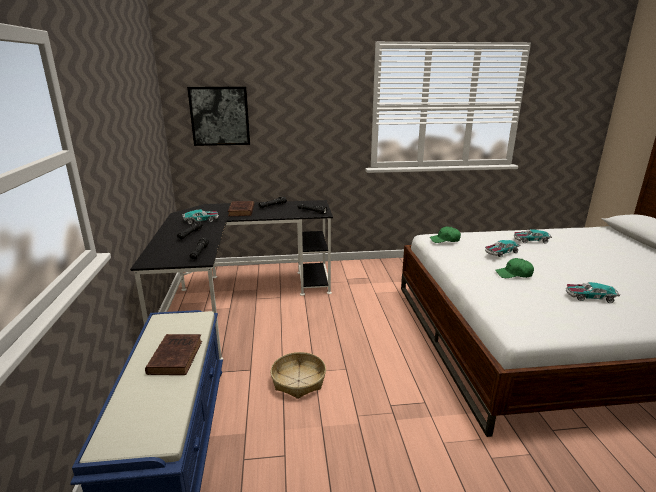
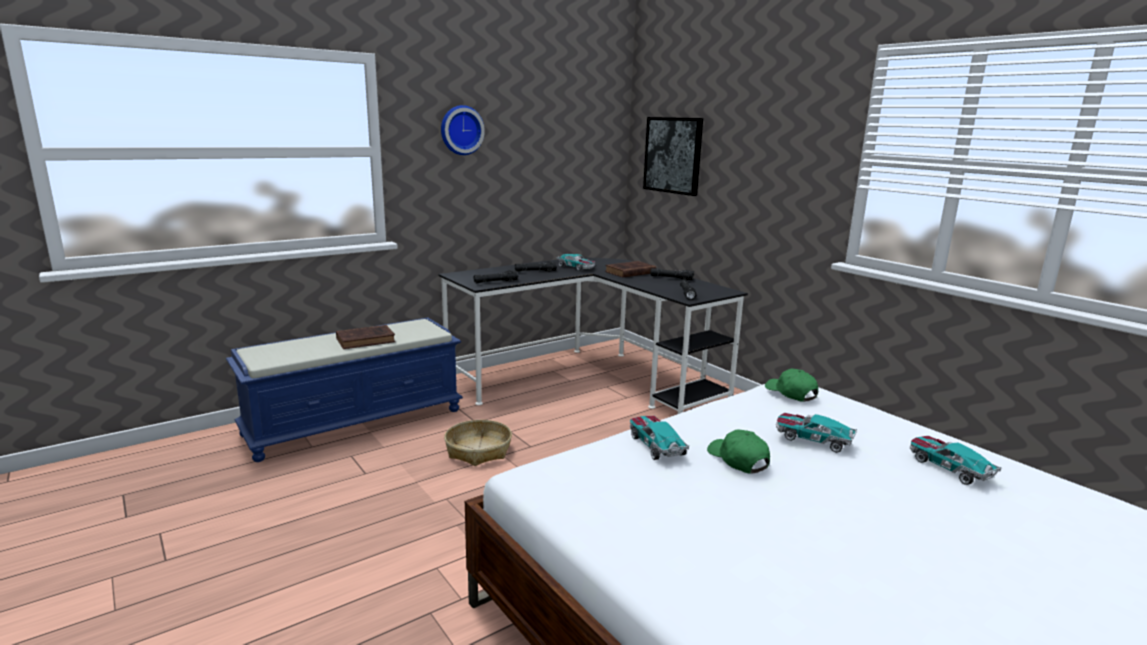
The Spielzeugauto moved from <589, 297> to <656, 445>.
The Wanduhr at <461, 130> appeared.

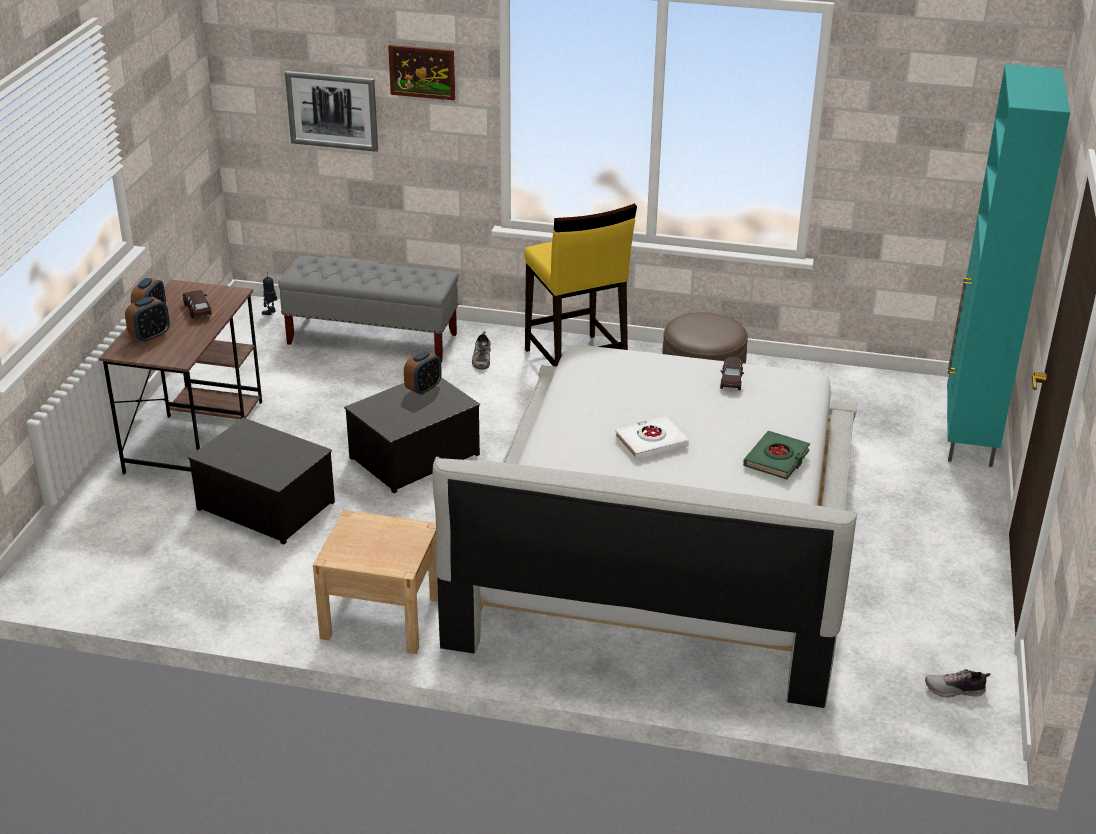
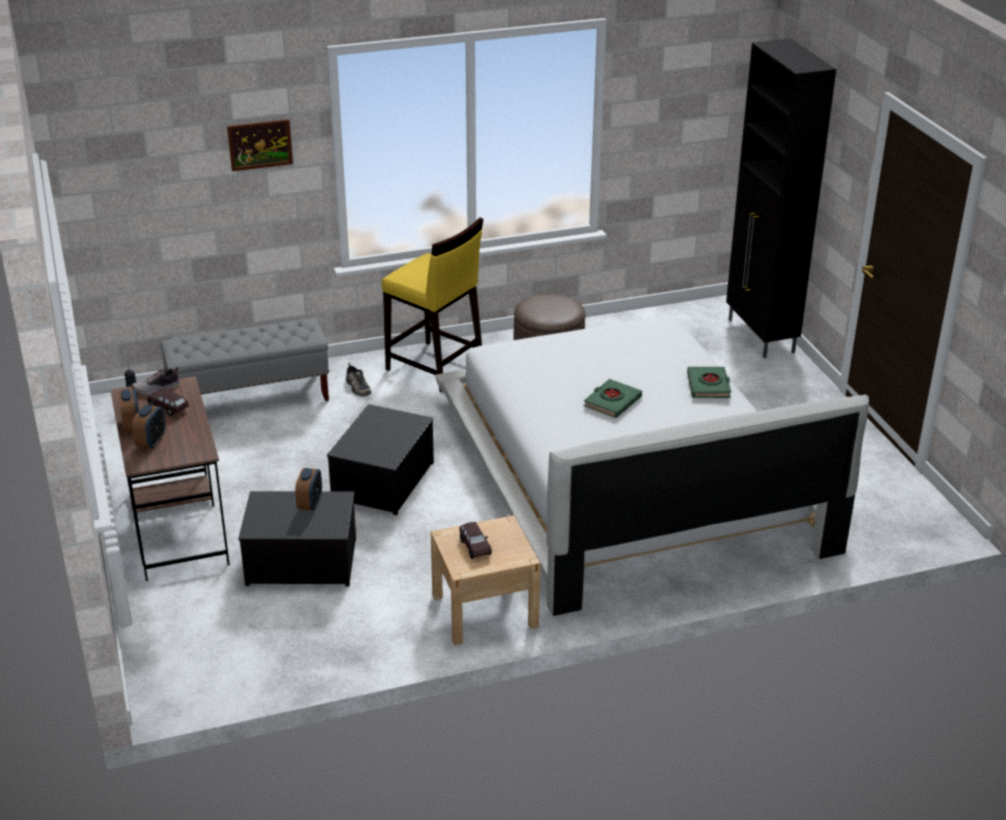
The Bild at <332, 110> disappeared.
The Wecker moved from <423, 388> to <310, 504>.
The Buch/weiß at <651, 442> became the Buch/grün at <612, 402>.
The Spielzeugauto/braun moved from <731, 381> to <475, 547>.
The Schuh moved from <955, 690> to <157, 389>.
The Schrank/türkis at <968, 437> became the Schrank/schwarz at <760, 336>.

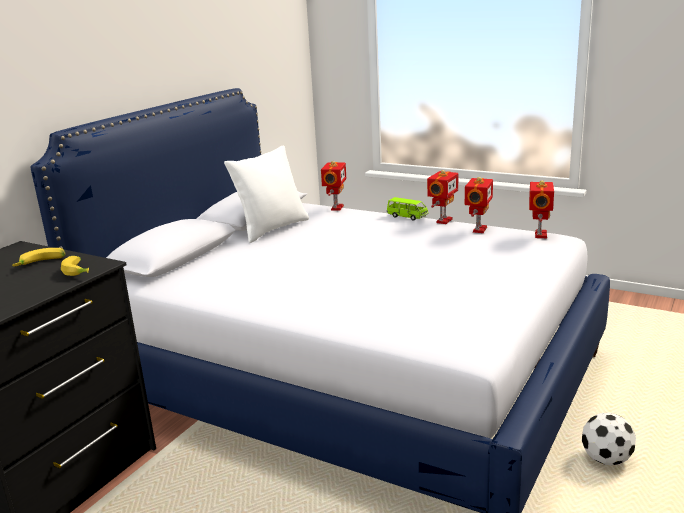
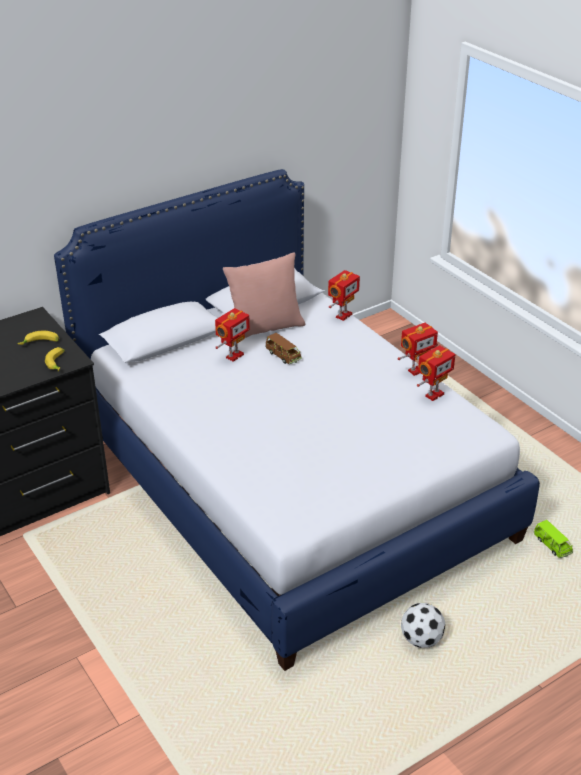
The Kissen/weiß at <272, 229> became the Kissen/rosa at <265, 328>.
The Spielzeugauto/grün moved from <407, 216> to <552, 545>.
The Spielzeugroboter moved from <539, 235> to <233, 355>.
The Spielzeugauto/braun at <283, 356> appeared.

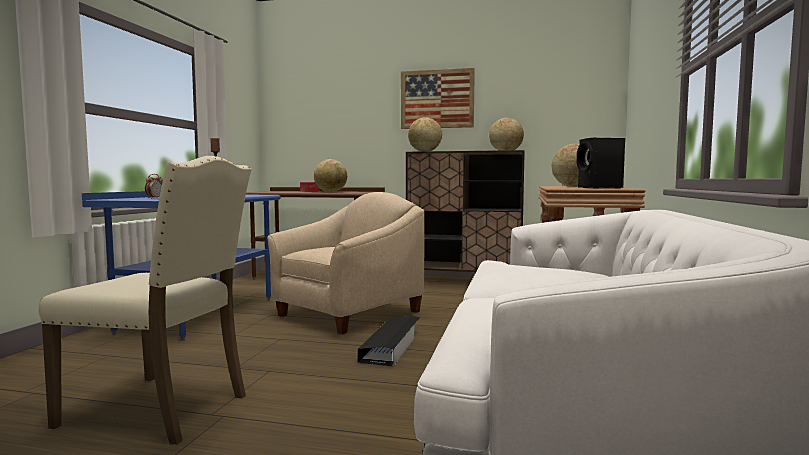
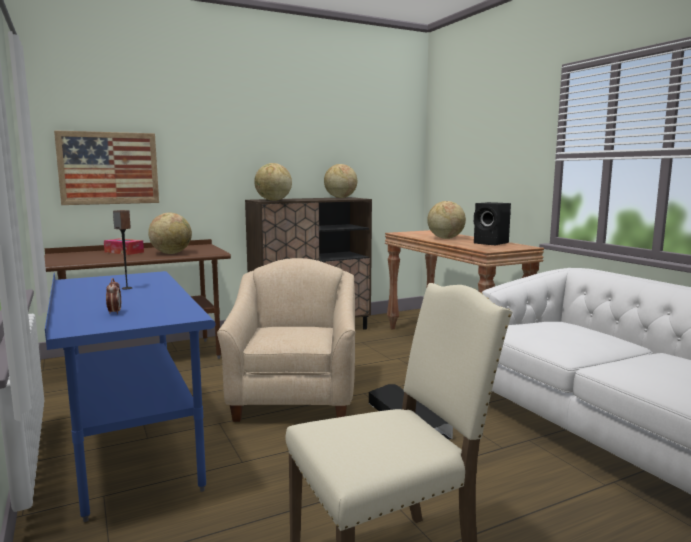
The Bild moved from <437, 99> to <109, 168>.

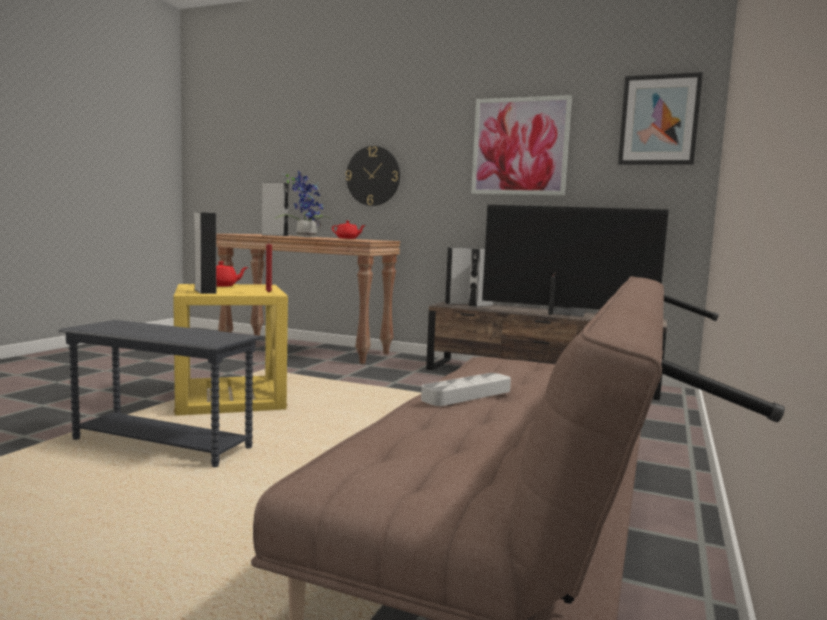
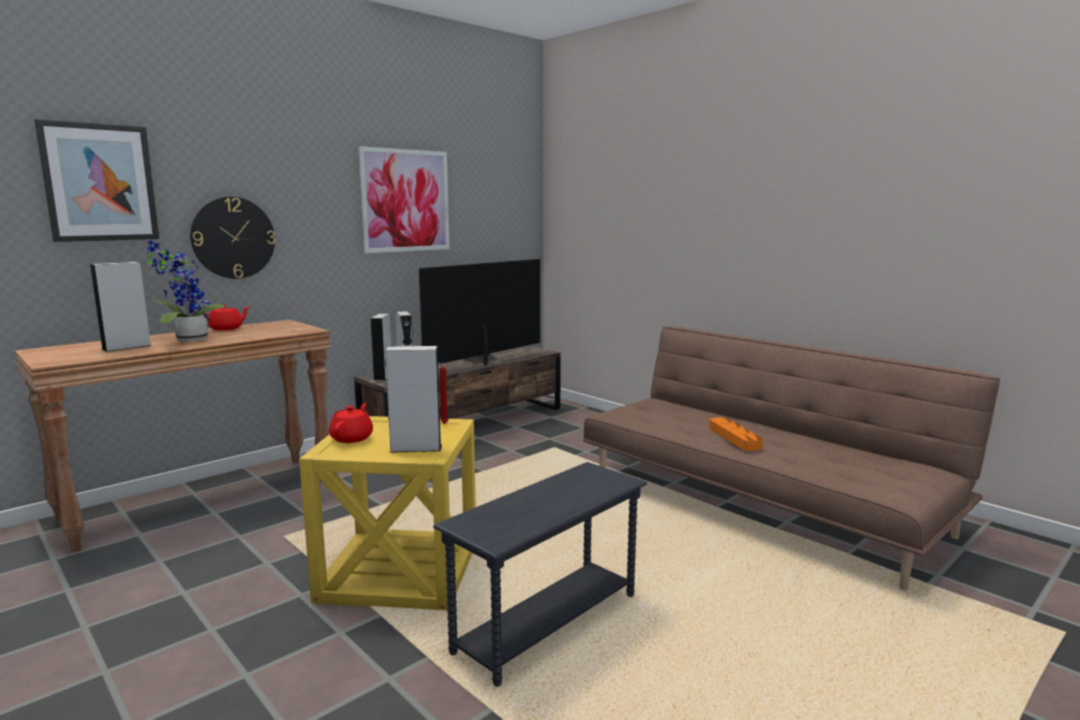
The Tablett/grau at <467, 395> became the Tablett/orange at <734, 438>.
The Bild moved from <659, 120> to <99, 183>.

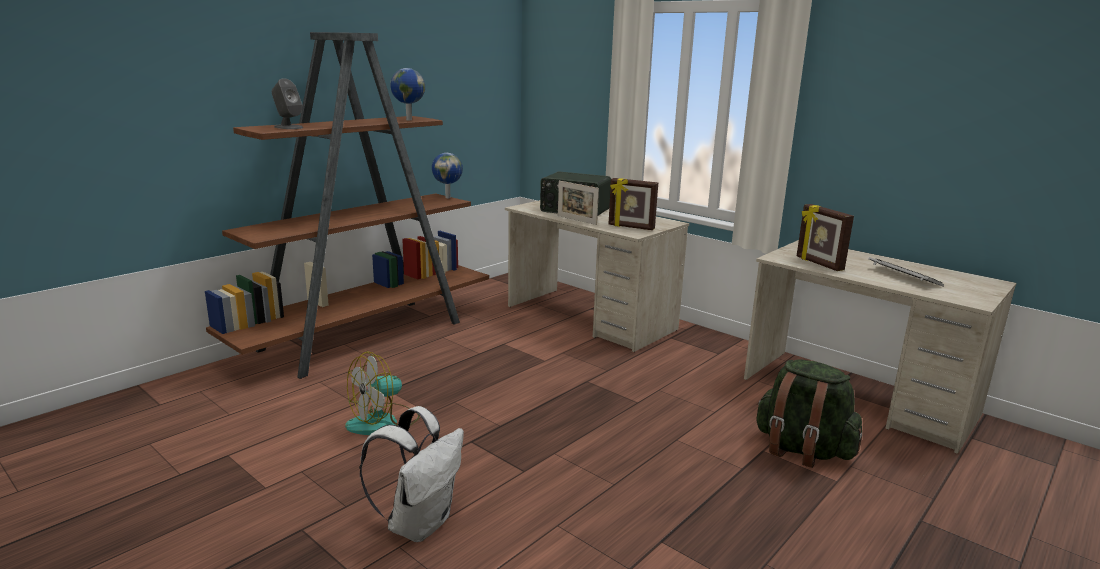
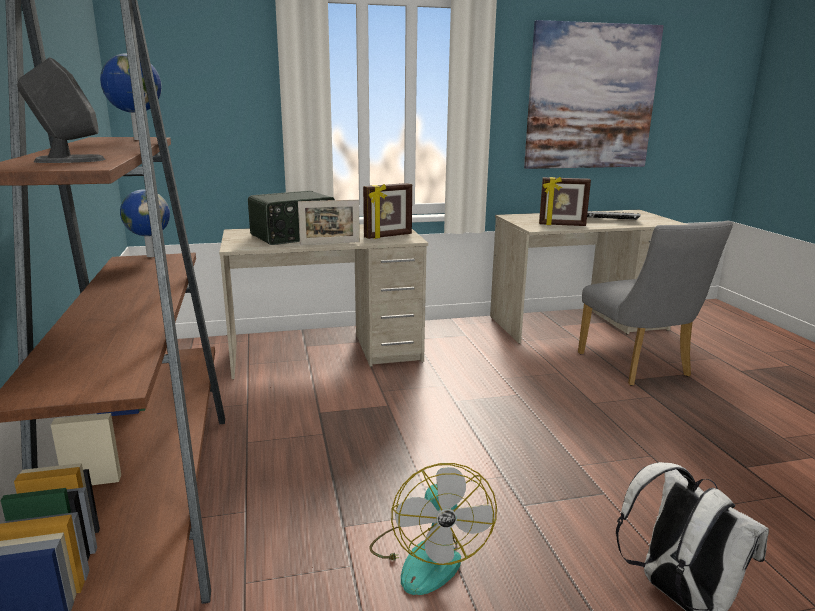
The Rucksack/grün at <802, 450> was replaced by the Stuhl/grau at <638, 368>.
The Bild at <591, 97> appeared.

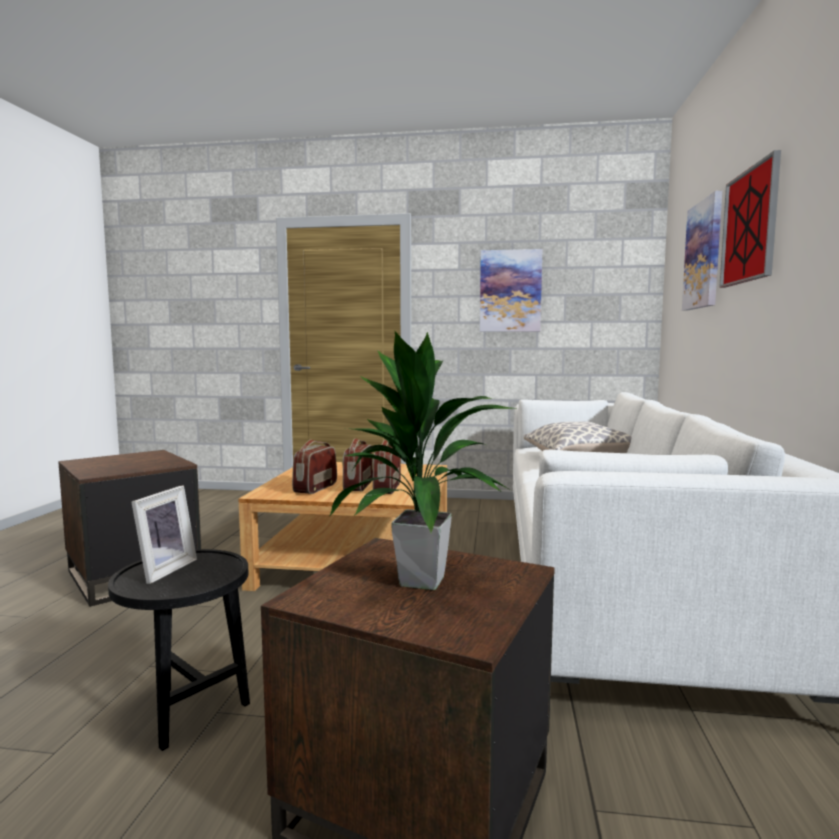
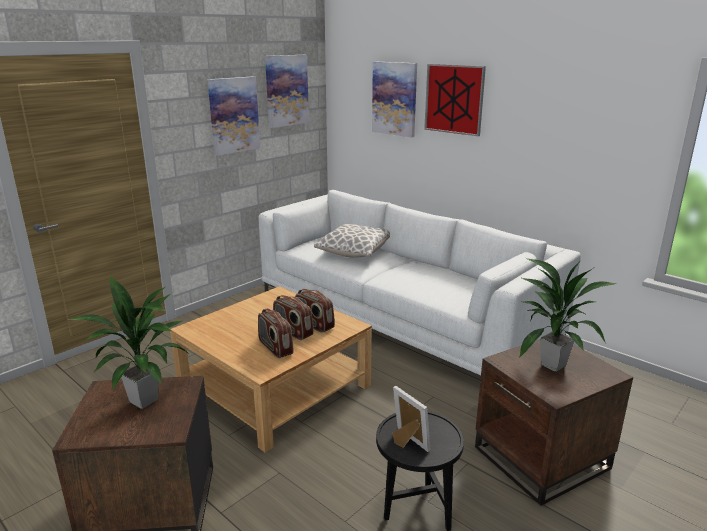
The Topfpflanze at <144, 401> appeared.
The Bild at <286, 90> appeared.

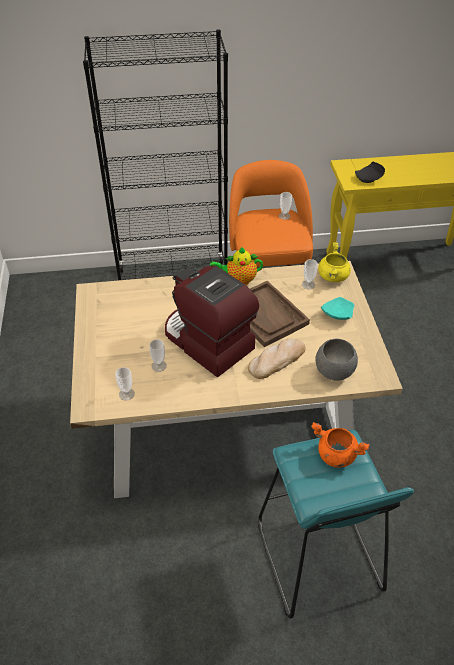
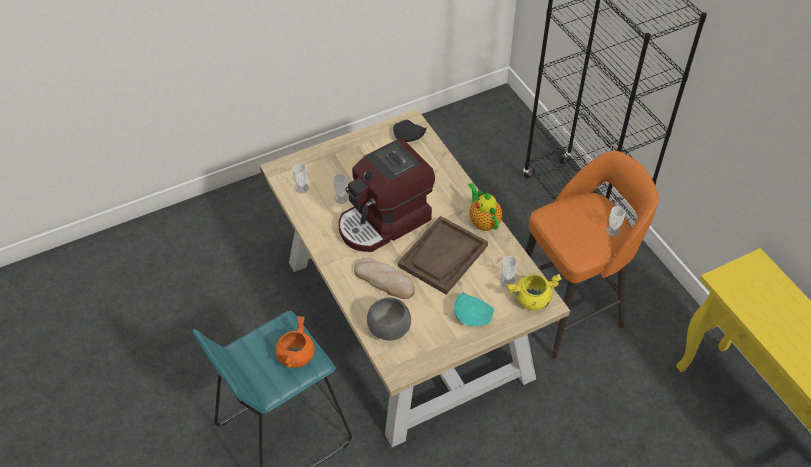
The Kaffeemaschine at <207, 342> turned 150 degrees counterclockwise.
The Teller/schwarz moved from <369, 178> to <408, 137>.

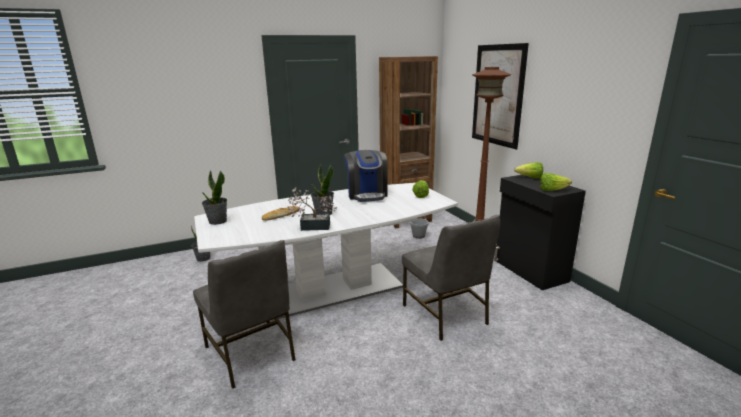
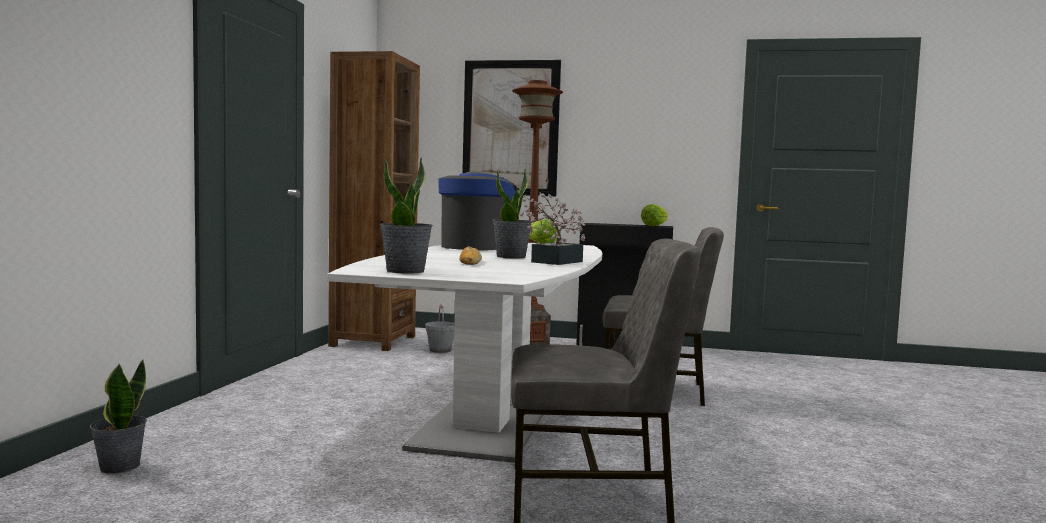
The Kaffeemaschine at <367, 194> turned 75 degrees counterclockwise.
The Salatkopf at <530, 178> disappeared.

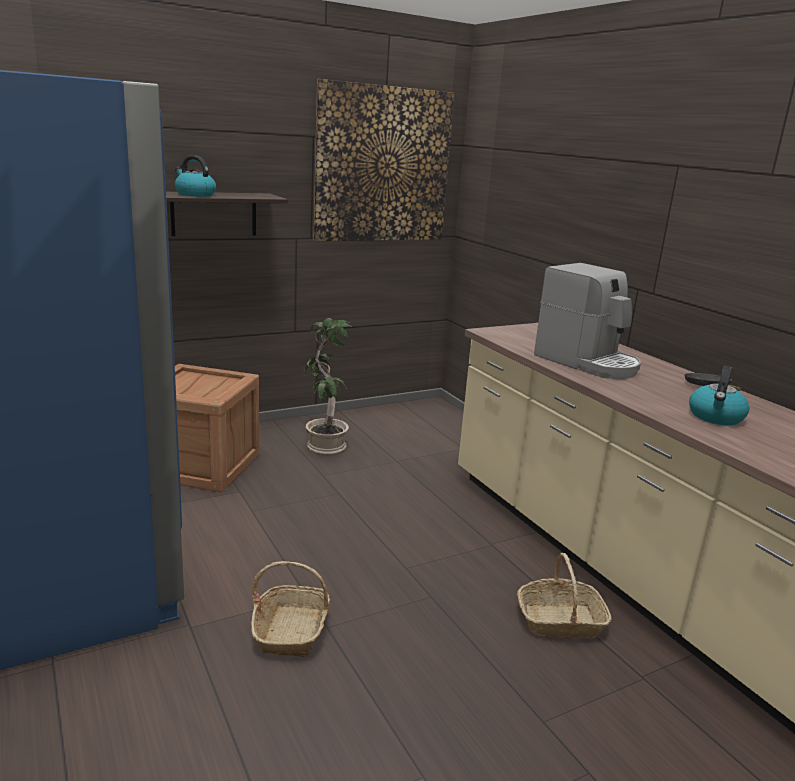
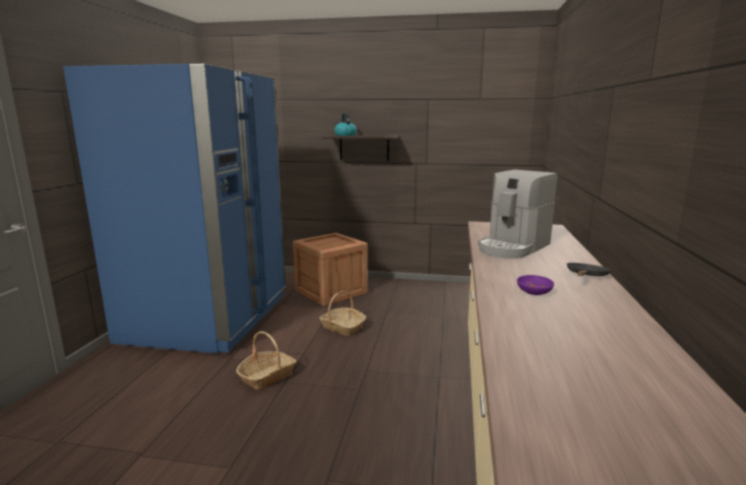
The Topfpflanze at <324, 445> disappeared.
The Bild at <383, 165> disappeared.
The Korb moved from <560, 621> to <342, 327>.
The Kaffeemaschine at <587, 363> turned 45 degrees clockwise.
The Wasserkessel at <716, 417> was replaced by the Schüssel/lila at <534, 291>.

